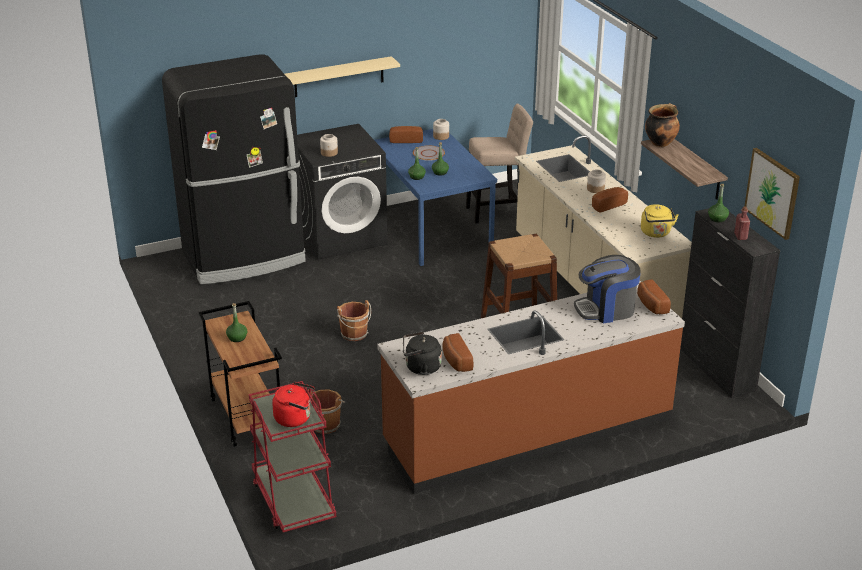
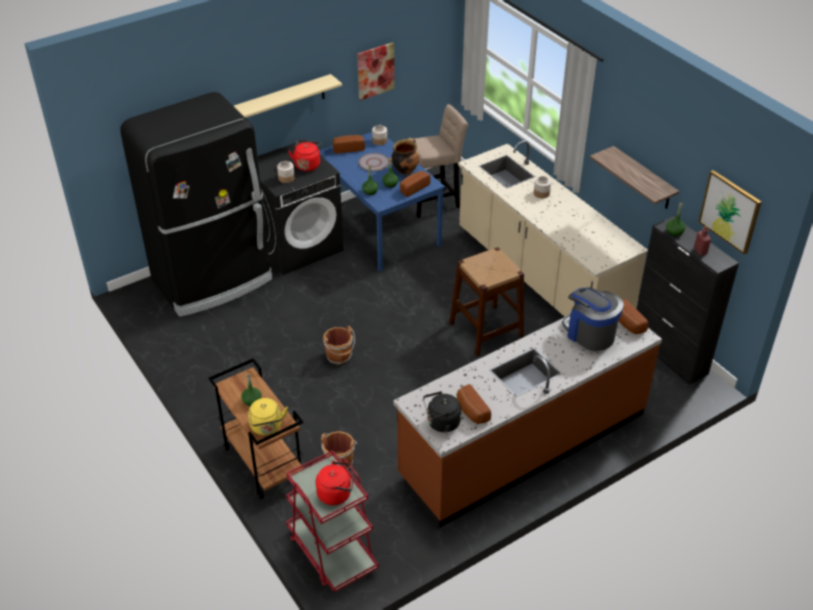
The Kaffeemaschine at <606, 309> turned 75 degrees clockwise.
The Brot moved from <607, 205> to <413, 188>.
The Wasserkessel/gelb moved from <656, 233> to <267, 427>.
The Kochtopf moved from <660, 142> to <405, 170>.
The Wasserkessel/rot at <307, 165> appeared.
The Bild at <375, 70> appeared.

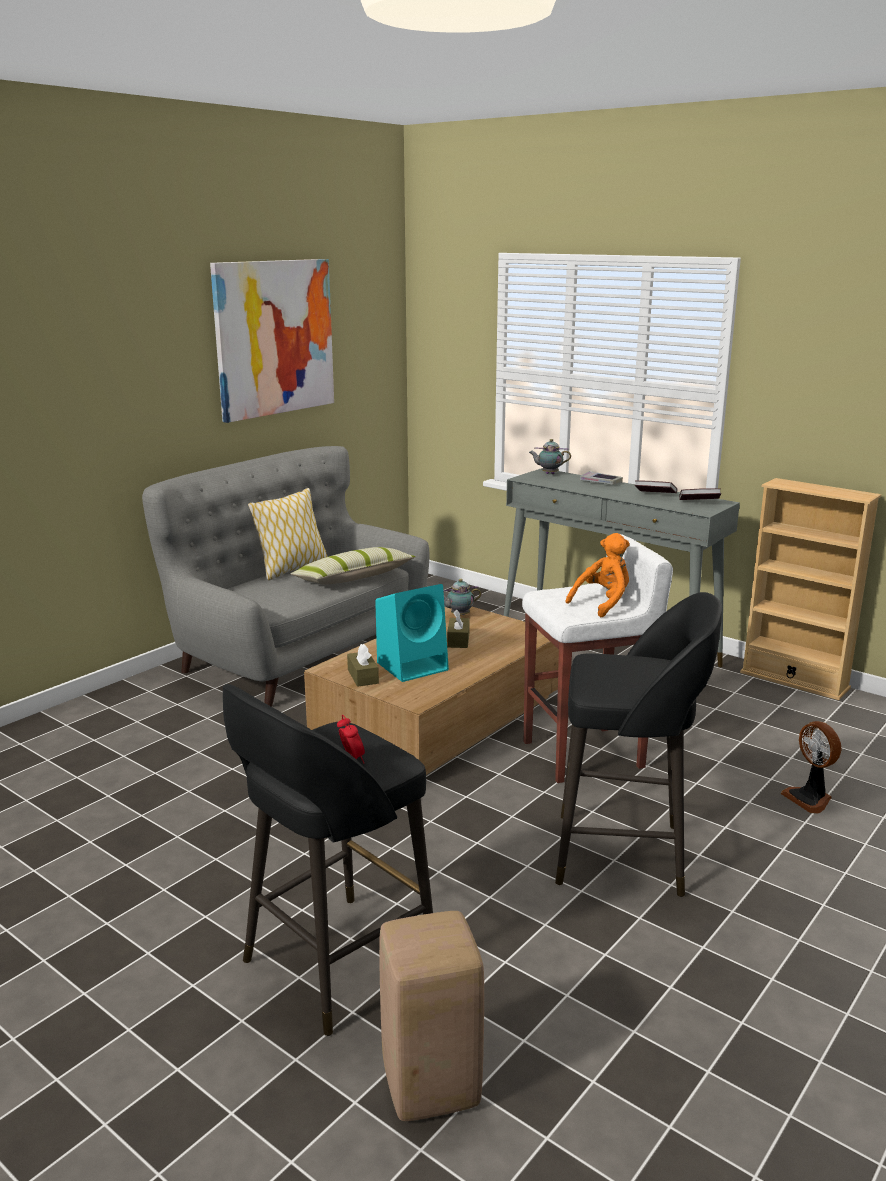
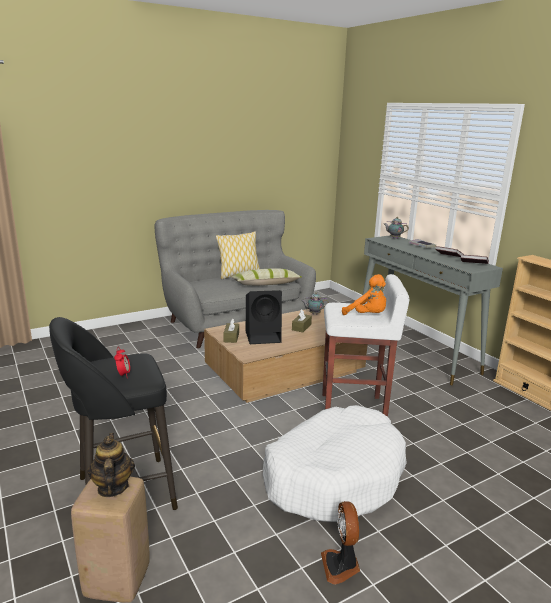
The Bild at <274, 338> disappeared.
The Lautsprecher/türkis at <413, 666> became the Lautsprecher/schwarz at <264, 337>.
The Hocker/schwarz at <624, 855> was replaced by the Hundebett/weiß at <333, 476>.
The Plüschtier/orange at <603, 603> turned 60 degrees clockwise.
The Ventilator moved from <809, 798> to <341, 566>.
The Teekanne at <112, 487> appeared.

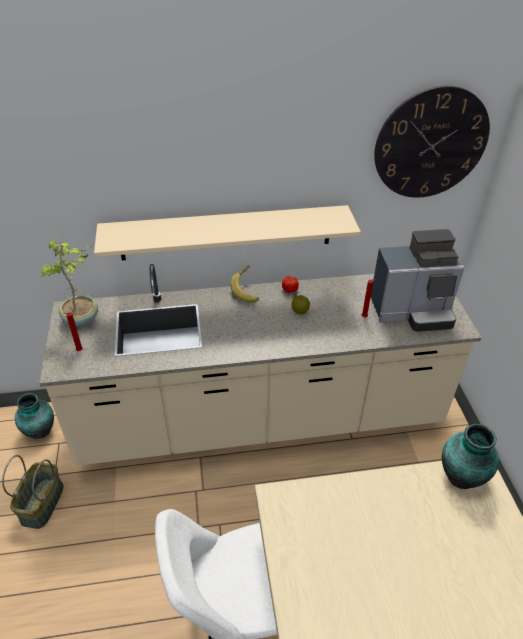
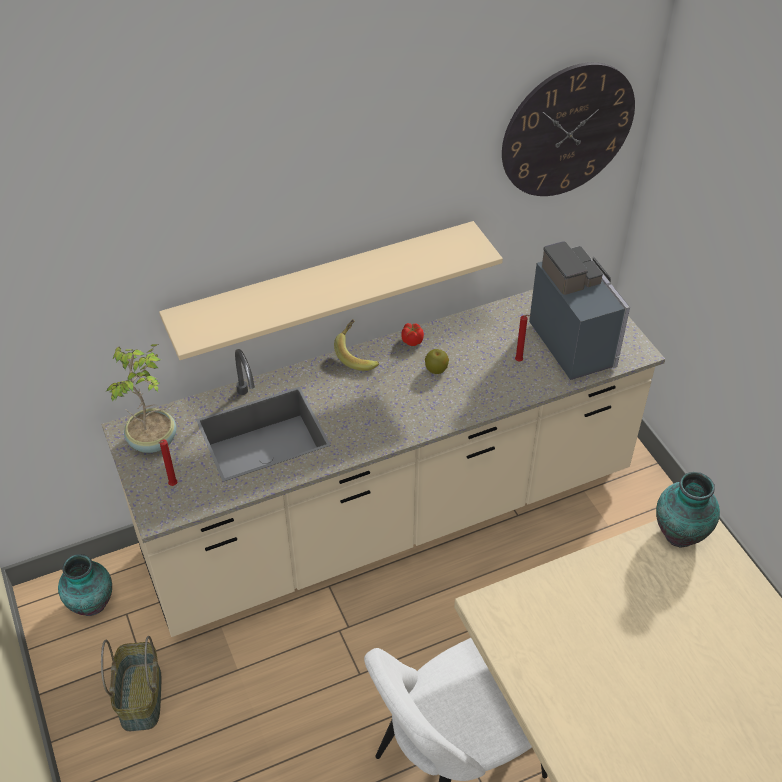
The Kaffeemaschine at <412, 312> turned 90 degrees counterclockwise.

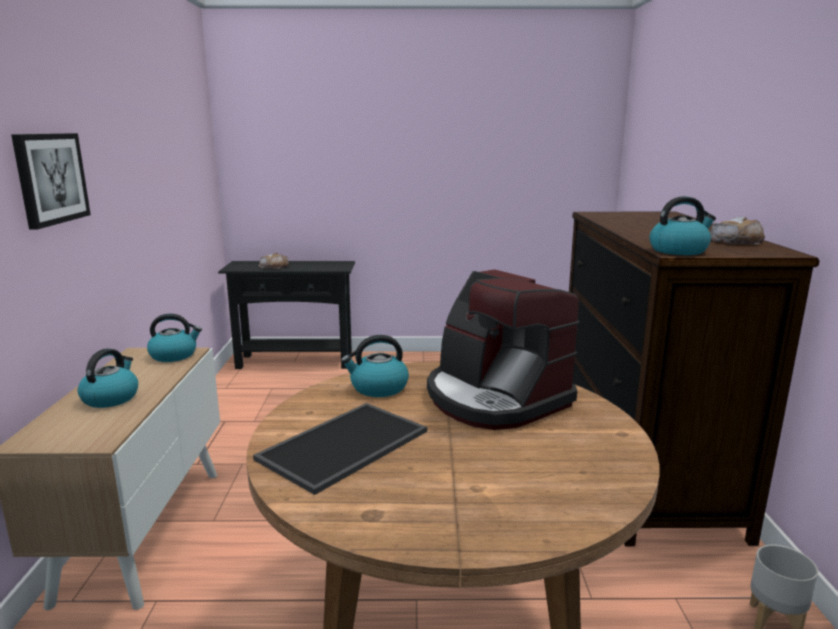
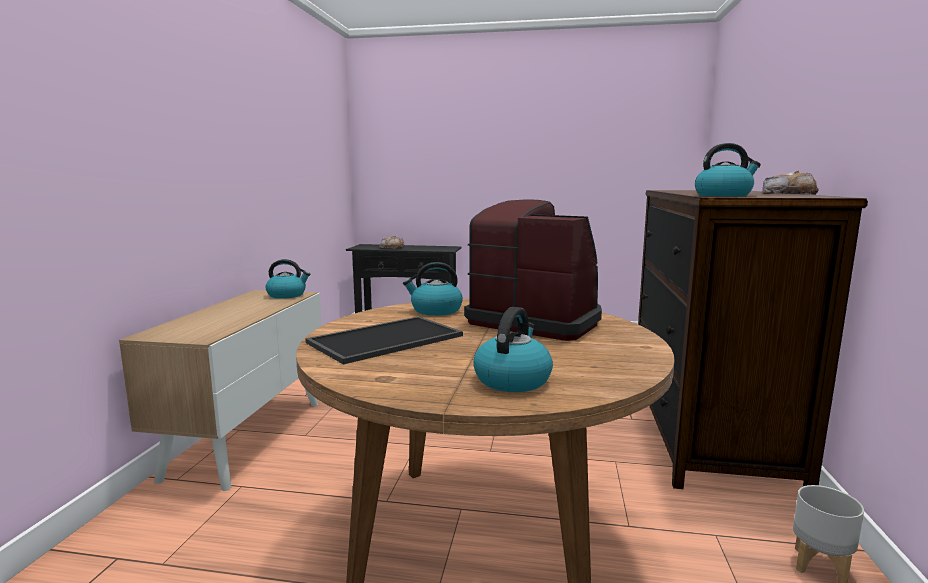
The Bild at <50, 178> disappeared.
The Wasserkessel moved from <111, 398> to <512, 379>.
The Kaffeemaschine at <494, 398> turned 150 degrees clockwise.

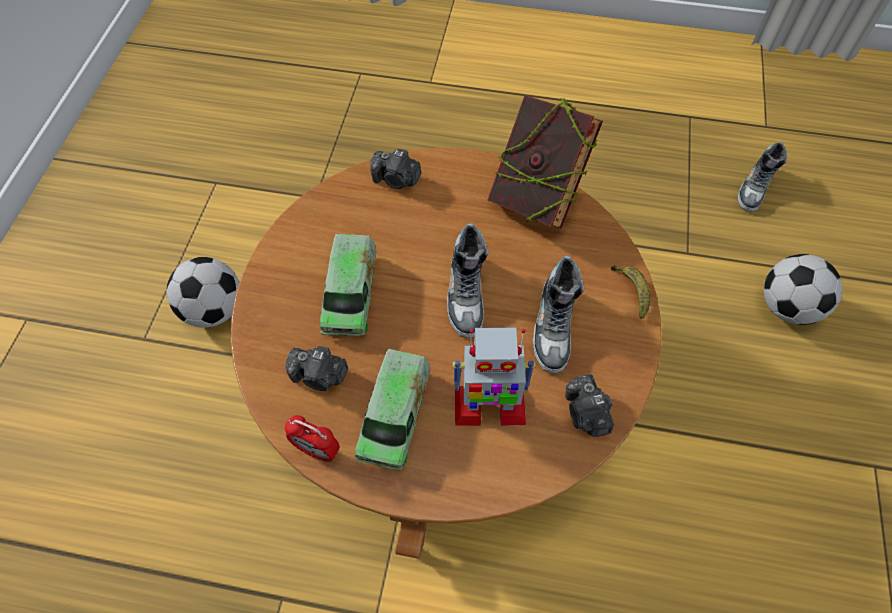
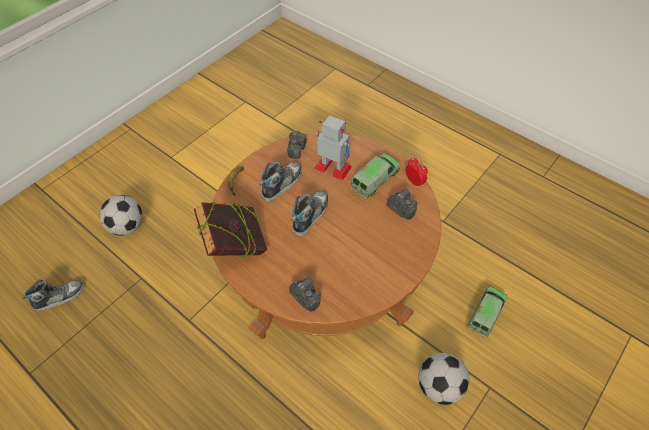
The Spielzeuglaster moved from <350, 295> to <486, 314>.

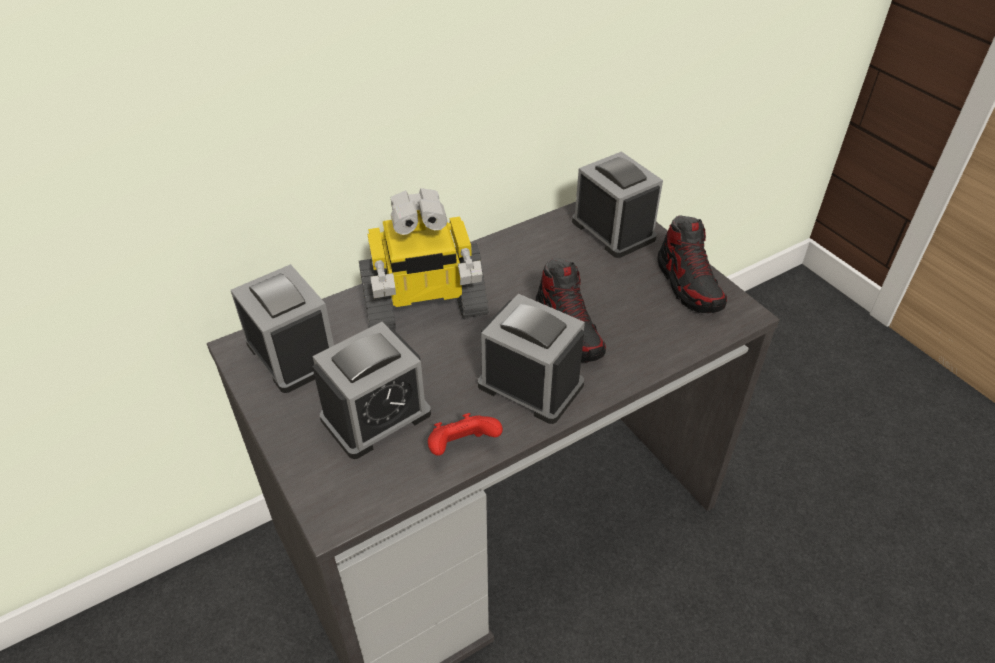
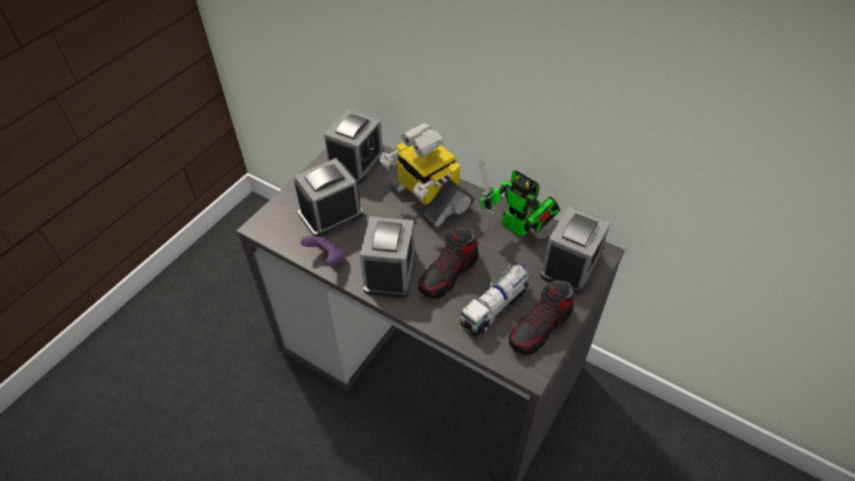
The Wecker at <376, 416> turned 120 degrees clockwise.
The Gamepad/rot at <462, 447> became the Gamepad/lila at <326, 258>.
The Spielzeuglaster at <494, 307> appeared.
The Spielzeugroboter at <519, 229> appeared.

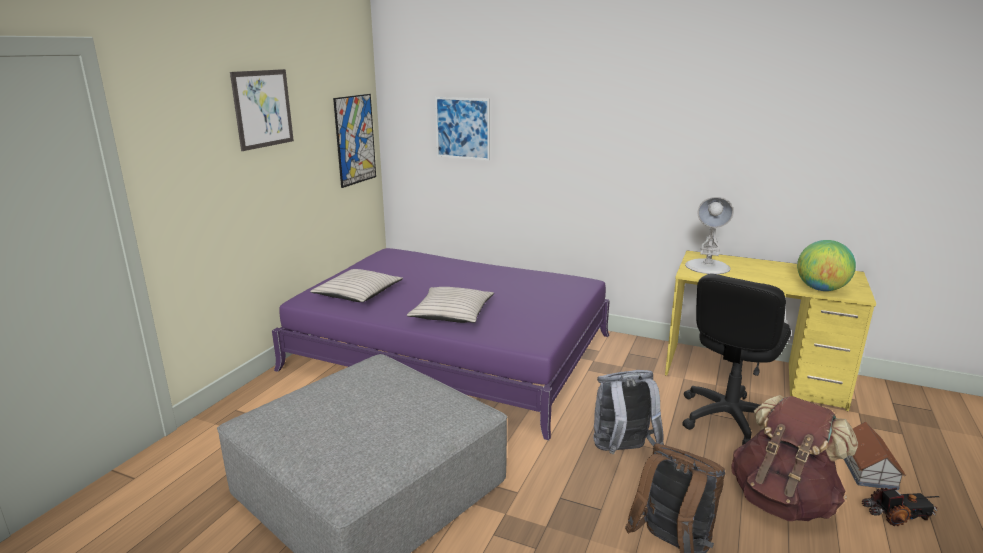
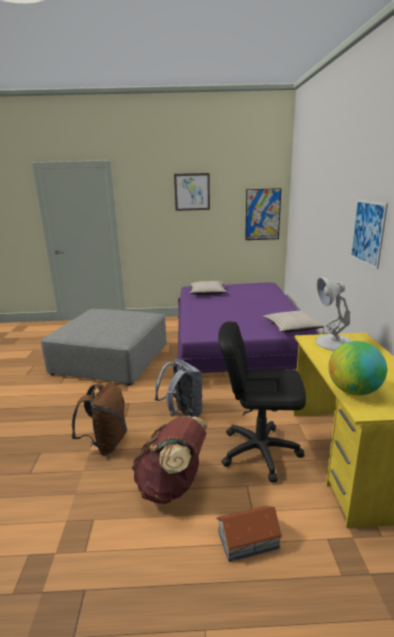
The Kissen/beige moved from <452, 313> to <292, 327>.
The Bild moved from <462, 128> to <368, 232>.
The Spielzeuglaster at <897, 515> disappeared.

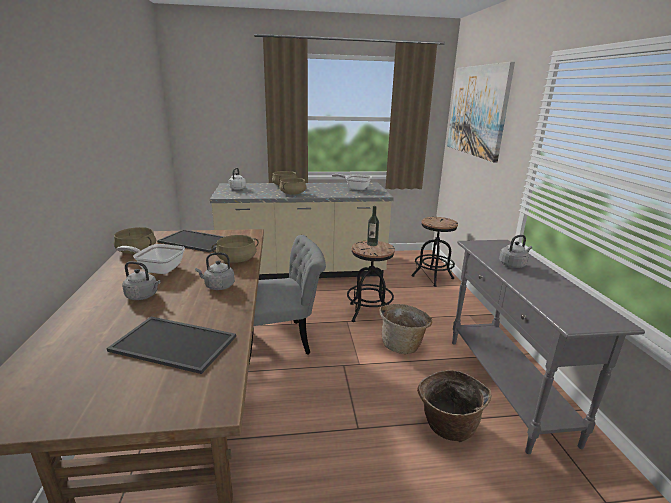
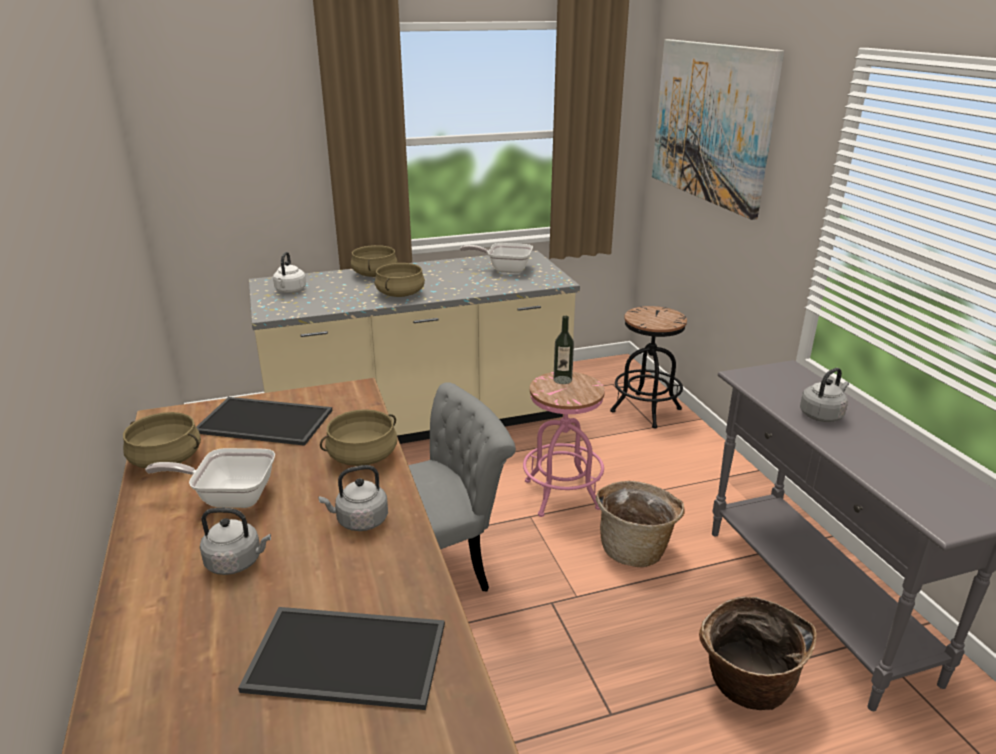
The Hocker/schwarz at <369, 313> became the Hocker/rosa at <562, 494>.

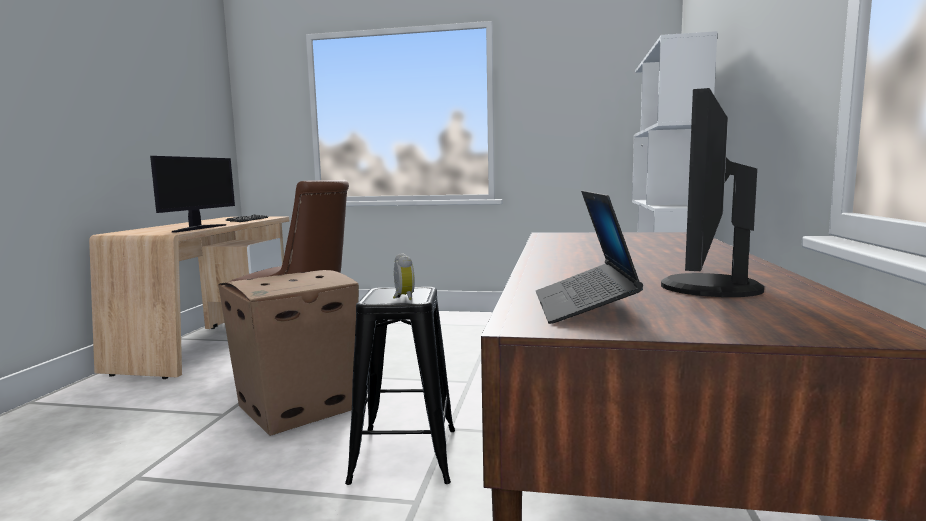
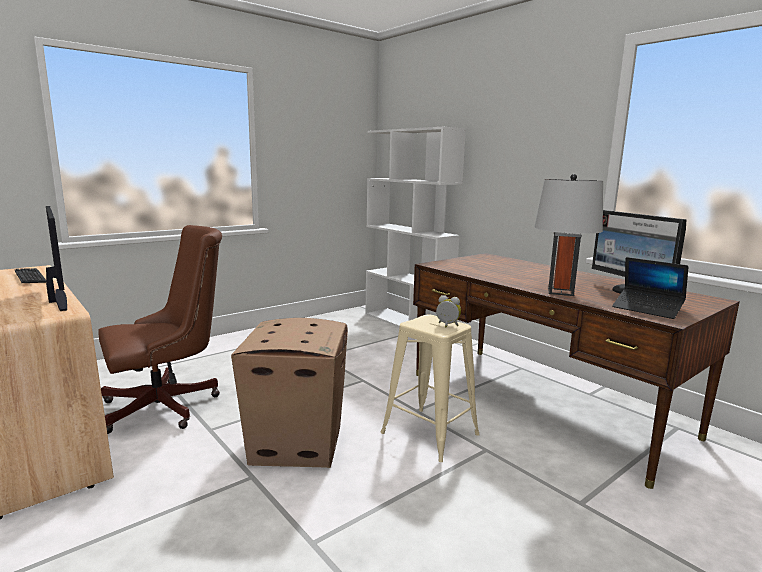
The Hocker/schwarz at <405, 455> became the Hocker/beige at <429, 434>.
The Tischlampe/grau at <560, 292> appeared.

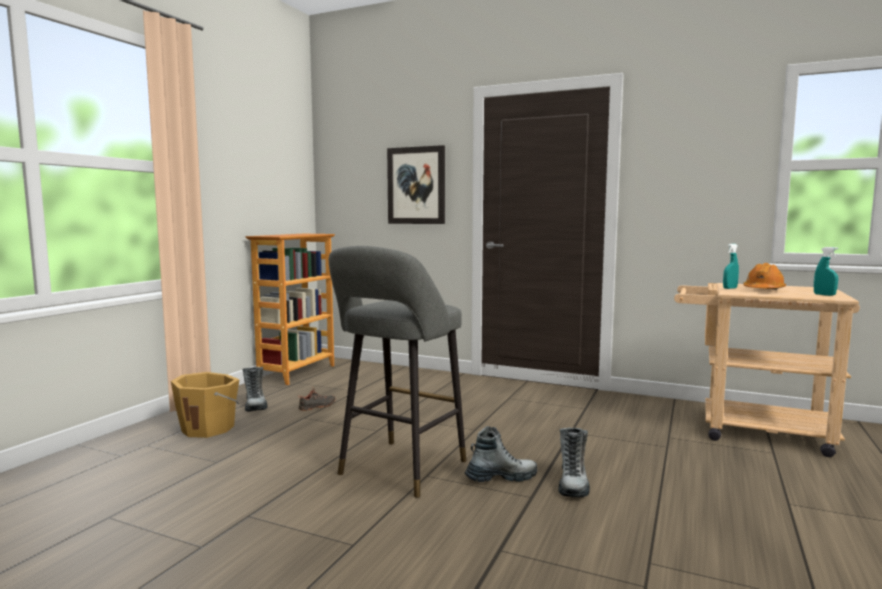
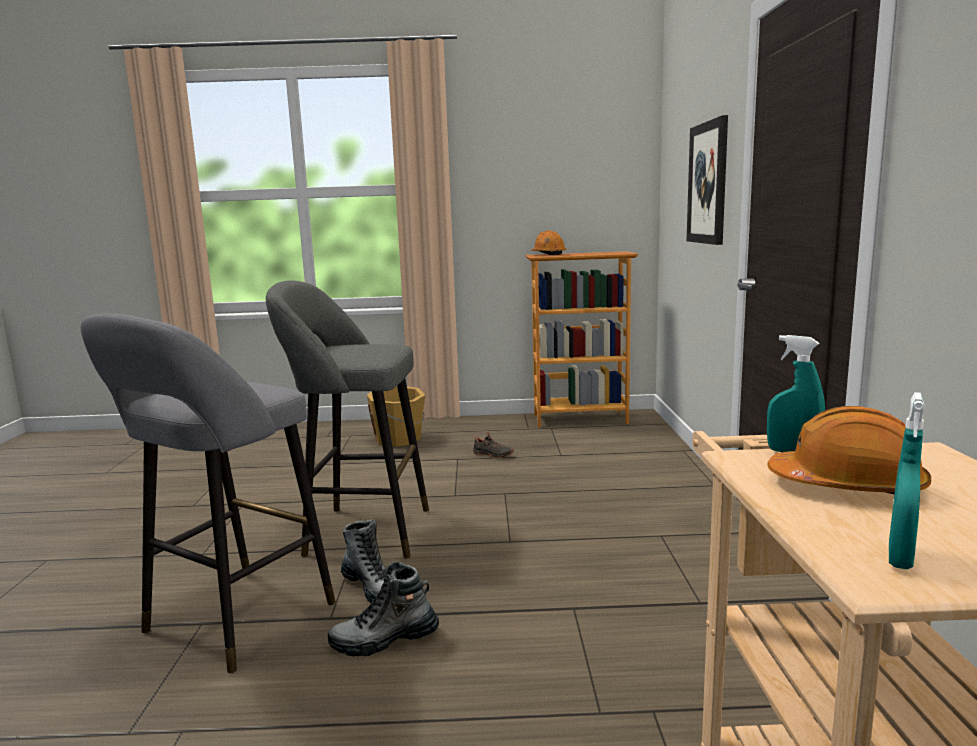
The Stiefel at <255, 405> disappeared.
The Hocker/grau at <231, 622> appeared.
The Schutzhelm/orange at <548, 254> appeared.

